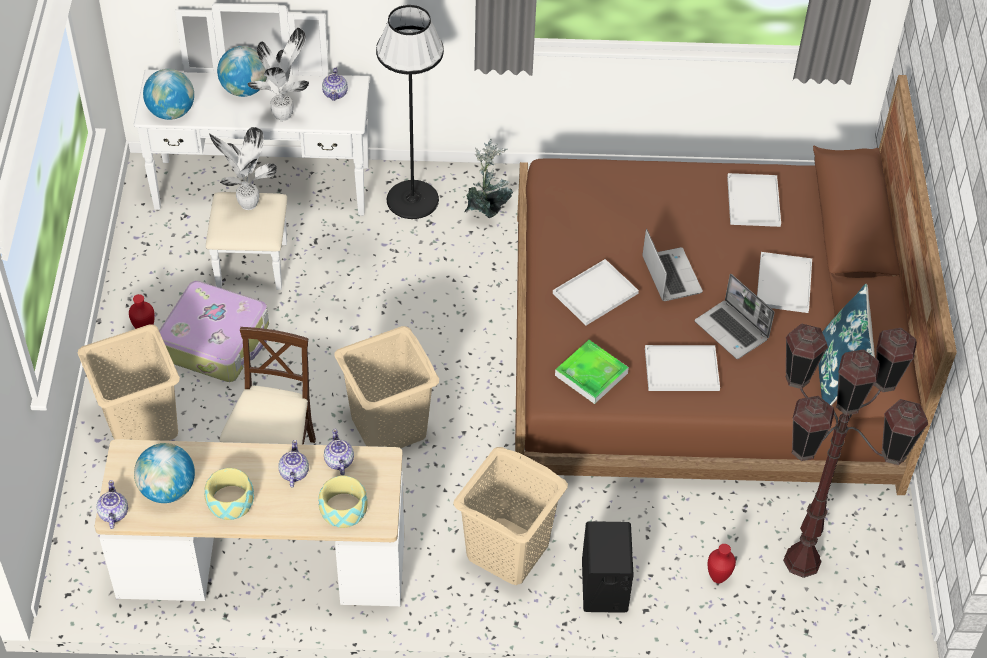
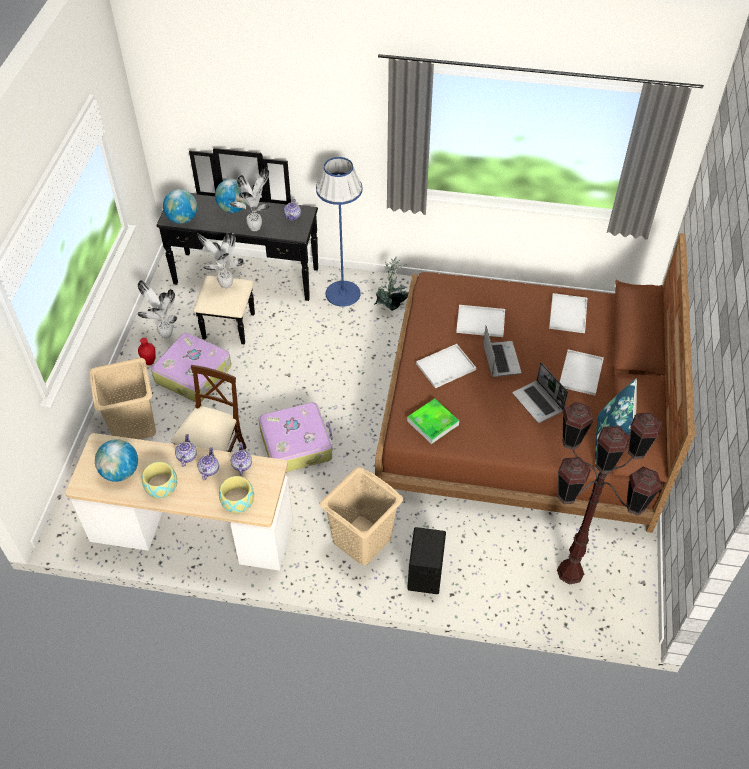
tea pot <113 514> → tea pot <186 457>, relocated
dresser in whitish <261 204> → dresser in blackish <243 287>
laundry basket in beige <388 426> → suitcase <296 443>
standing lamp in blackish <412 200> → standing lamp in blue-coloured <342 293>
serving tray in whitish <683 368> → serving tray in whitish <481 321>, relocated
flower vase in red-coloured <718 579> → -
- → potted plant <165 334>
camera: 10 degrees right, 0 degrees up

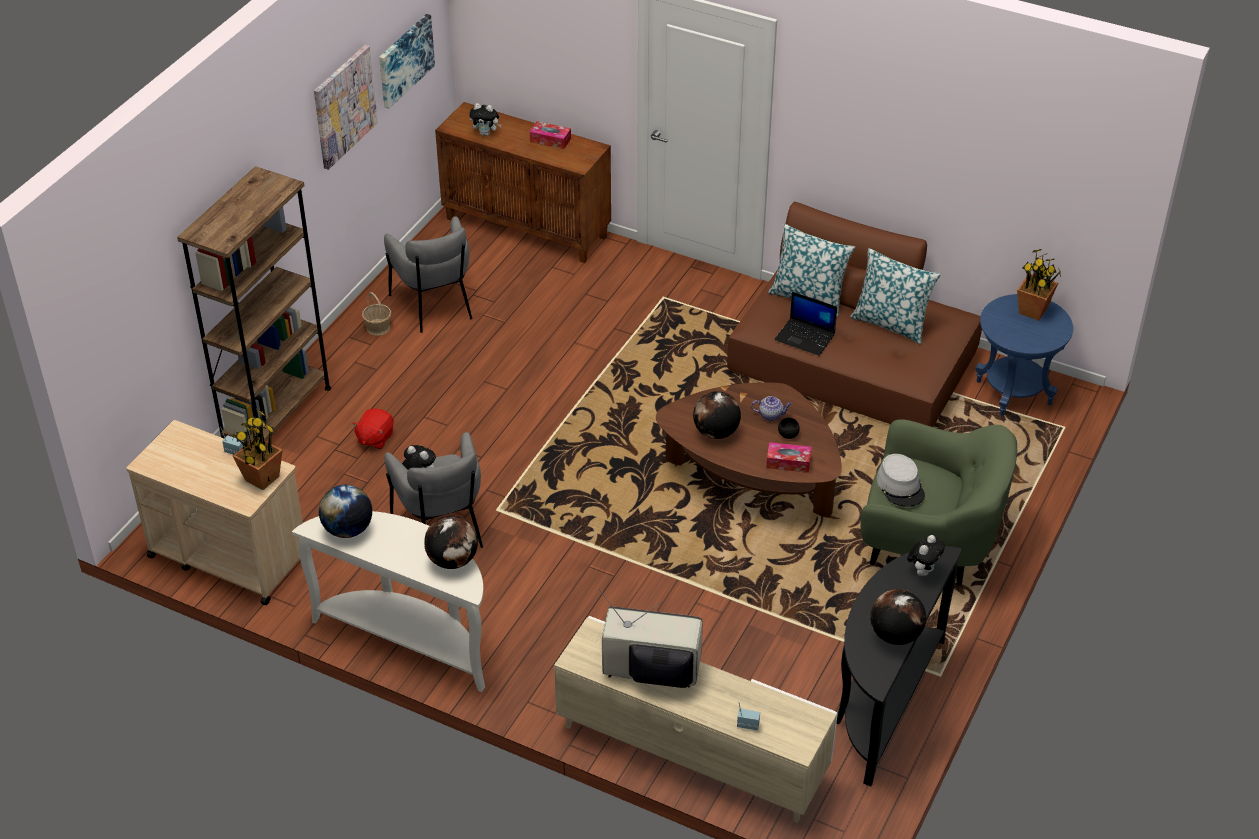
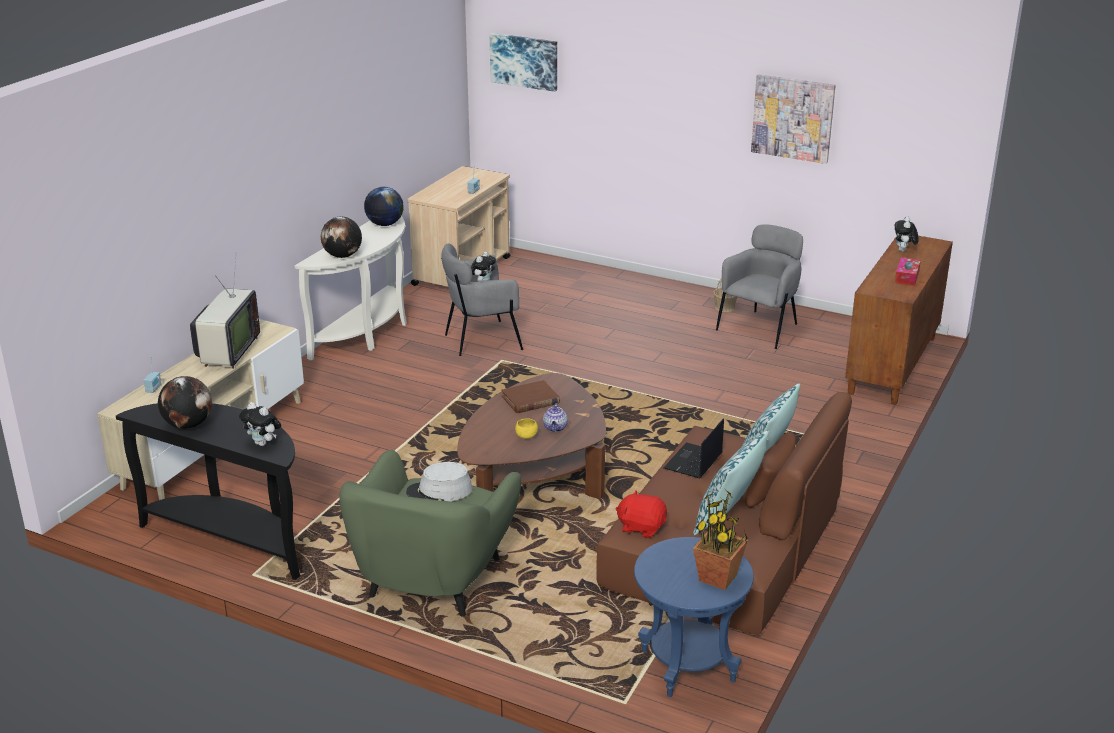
bookshelf in brown <276 415> → -
potted plant <261 478> → -
cuddly toy in red-coloured <375 438> → cuddly toy in red-coloured <641 527>, relocated
wall picture <404 60> → wall picture <524 61>, relocated
armchair in gray <435 305> → armchair in gray <760 328>, 150 degrees clockwise
world globe <716 433> → volume in brown <530 400>
tissue box <788 462> → -
bowl in blackish <788 435> → bowl in yellow <526 436>
camera: 90 degrees right, 15 degrees down

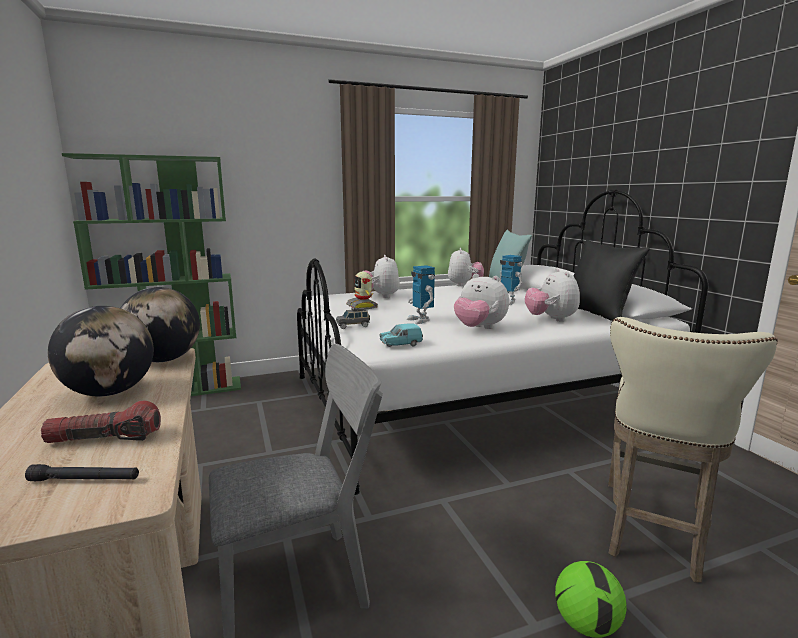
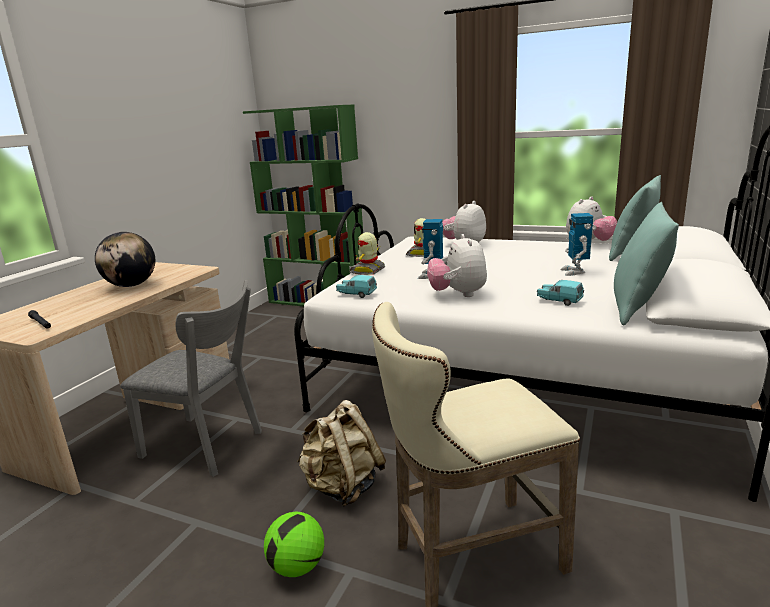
hand torch <105 438> → -
world globe <164 360> → -
miniature car in gray <353 326> → toy robot <368 270>
cuddly toy <550 319> → miniature car in turquoise <559 301>
cushion in blackish <598 315> → cushion in turquoise <638 308>
- → rucksack in beige <343 486>
camera: 45 degrees right, 5 degrees up

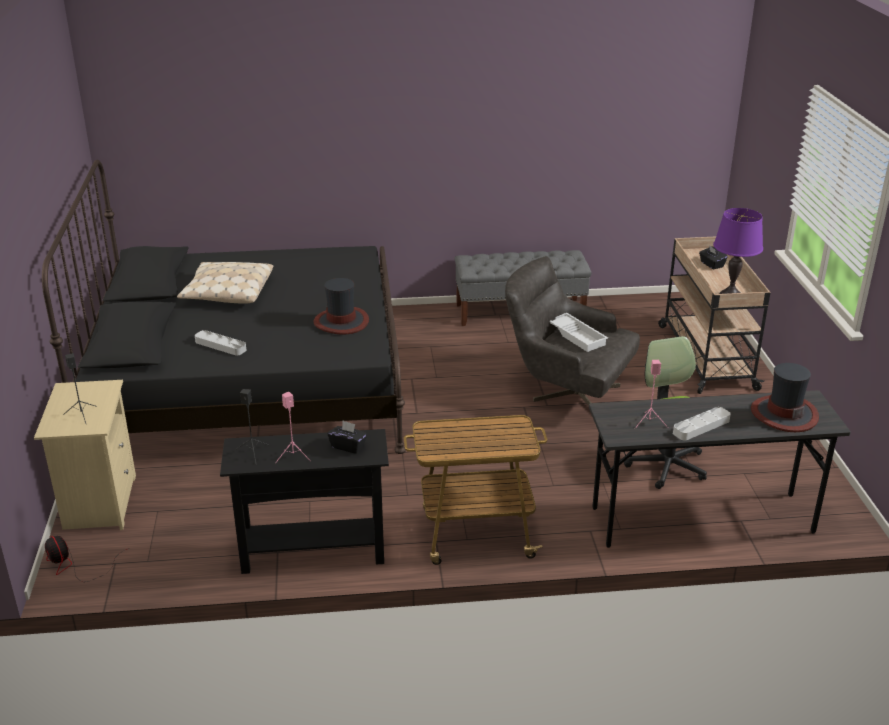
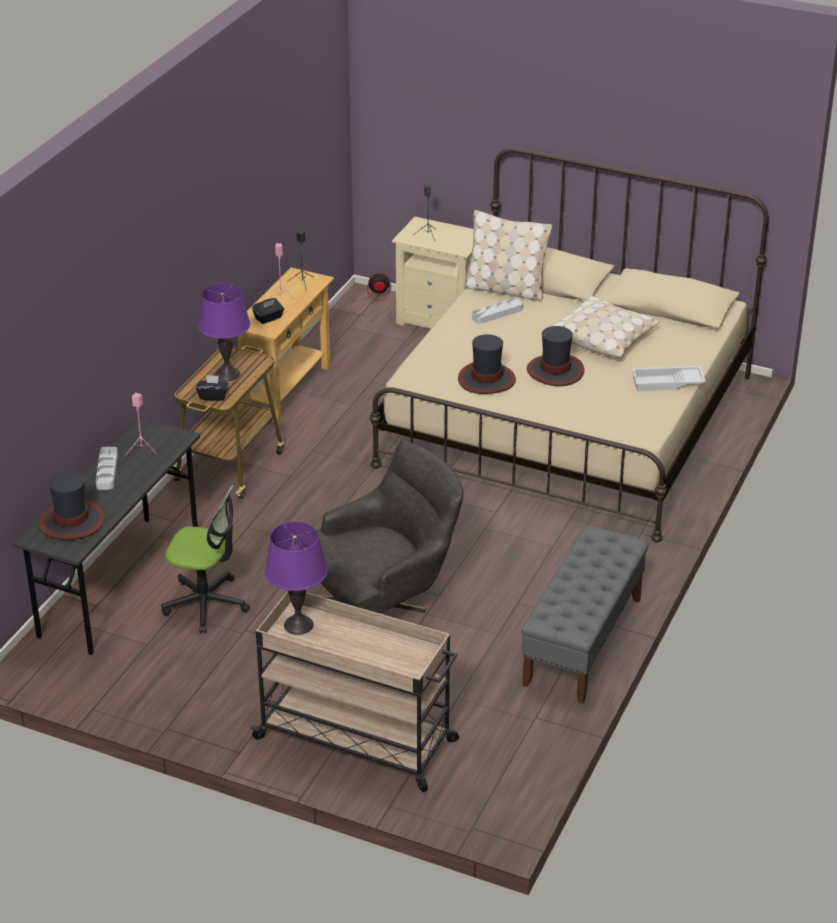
sleeping bed in blackish <250 383> → sleeping bed in beige <567 420>
narrow table in blackish <313 553> → narrow table in beige <287 390>
serving tray in whitish <577 336> → serving tray in whitish <667 383>, relocated
tissue box in blackish <711 264> → tissue box in blackish <213 396>, relocated
- → tabletop lamp in purple <227 374>
- → cushion in beige <505 289>
- → clothing hat <555 371>
camera: 120 degrees right, 5 degrees up

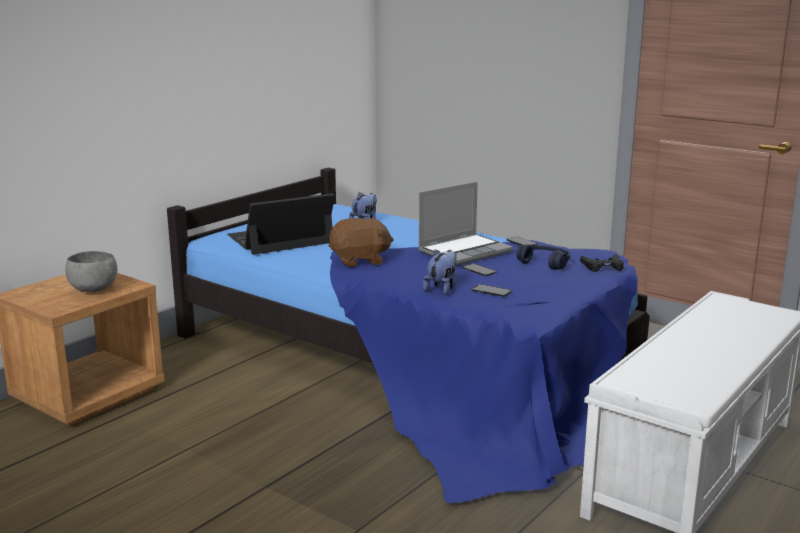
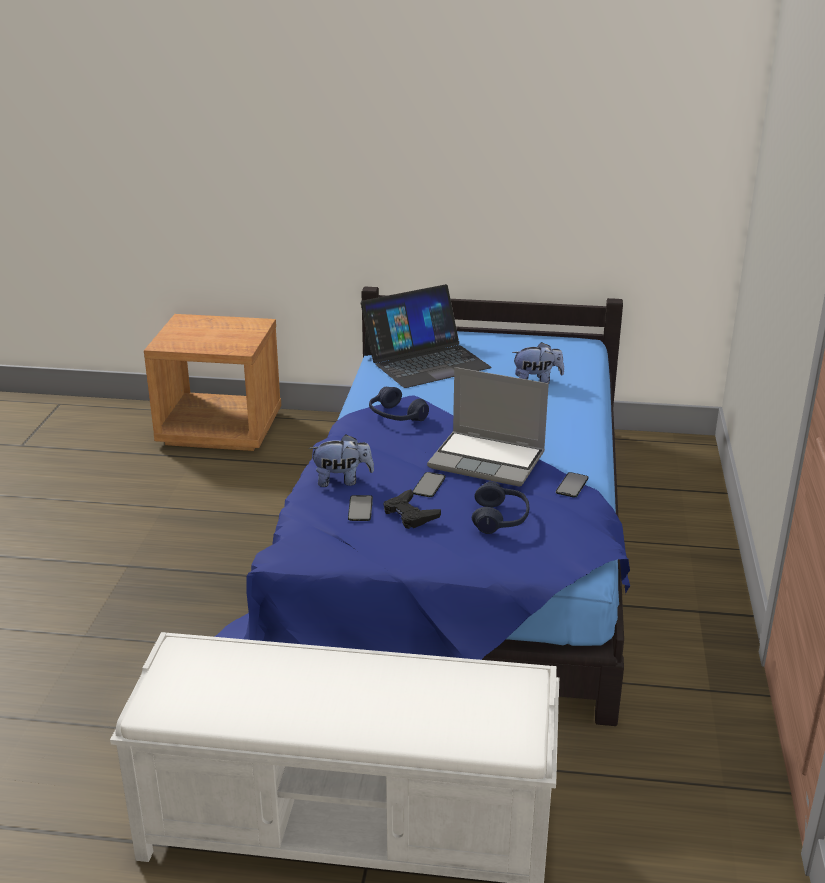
bowl in gray <93 289> → -
laptop <280 239> → laptop <425 361>, 120 degrees clockwise
cuddly toy in brown <360 261> → headset in blue-coloured <396 416>
gamepad in blackish <603 267> → gamepad in blackish <410 514>, relocated
camera: 60 degrees right, 10 degrees up

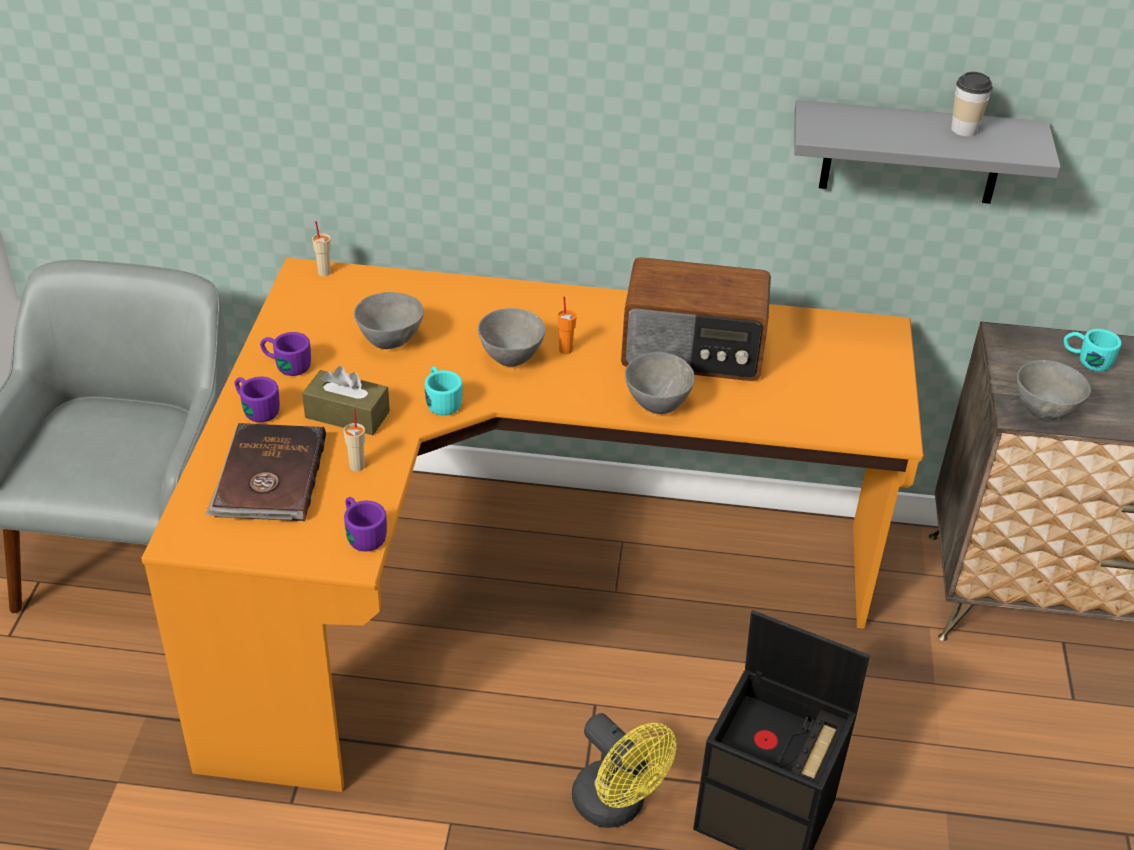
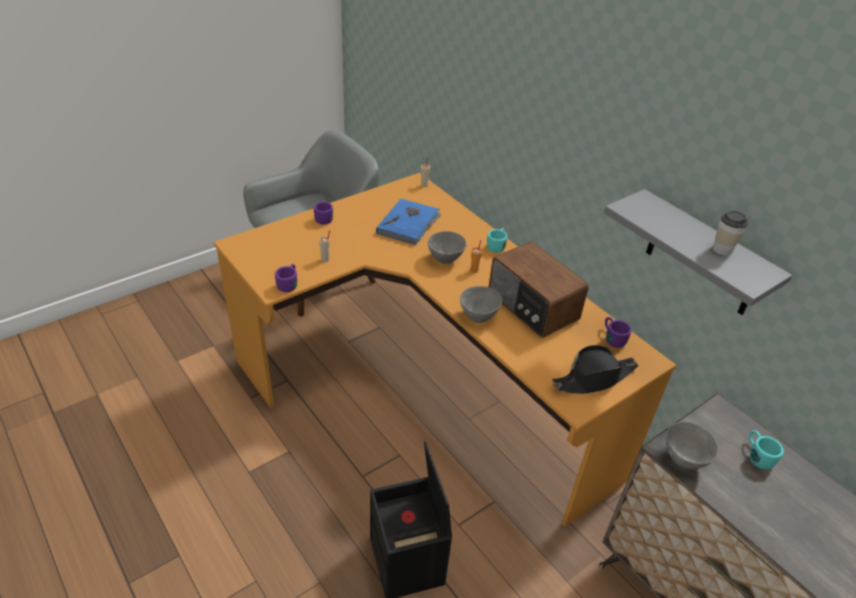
volume in brown <268 477> → -
coffee mug in purple <286 365> → coffee mug in purple <612 337>, relocated
tissue box in brown <347 415> → -
bowl in gray <390 341> → volume in blue-coloured <409 224>
coffee mug in turquoise <441 400> → coffee mug in turquoise <497 245>, relocated
fan in yellow <617 806> → -
- → clothing hat in blackish <594 378>
camera: 45 degrees right, 0 degrees up

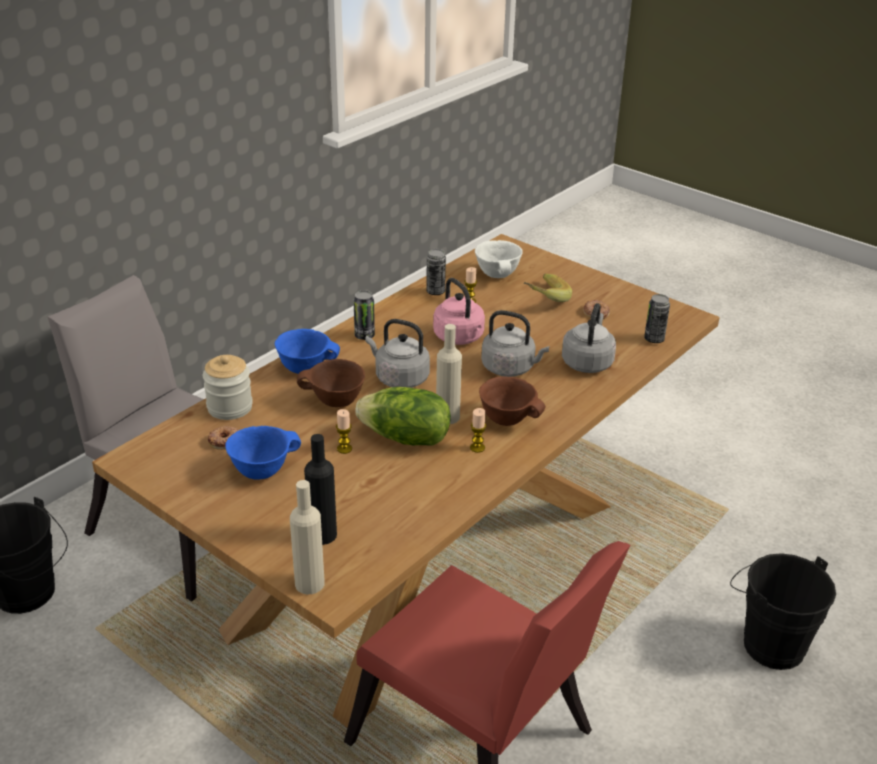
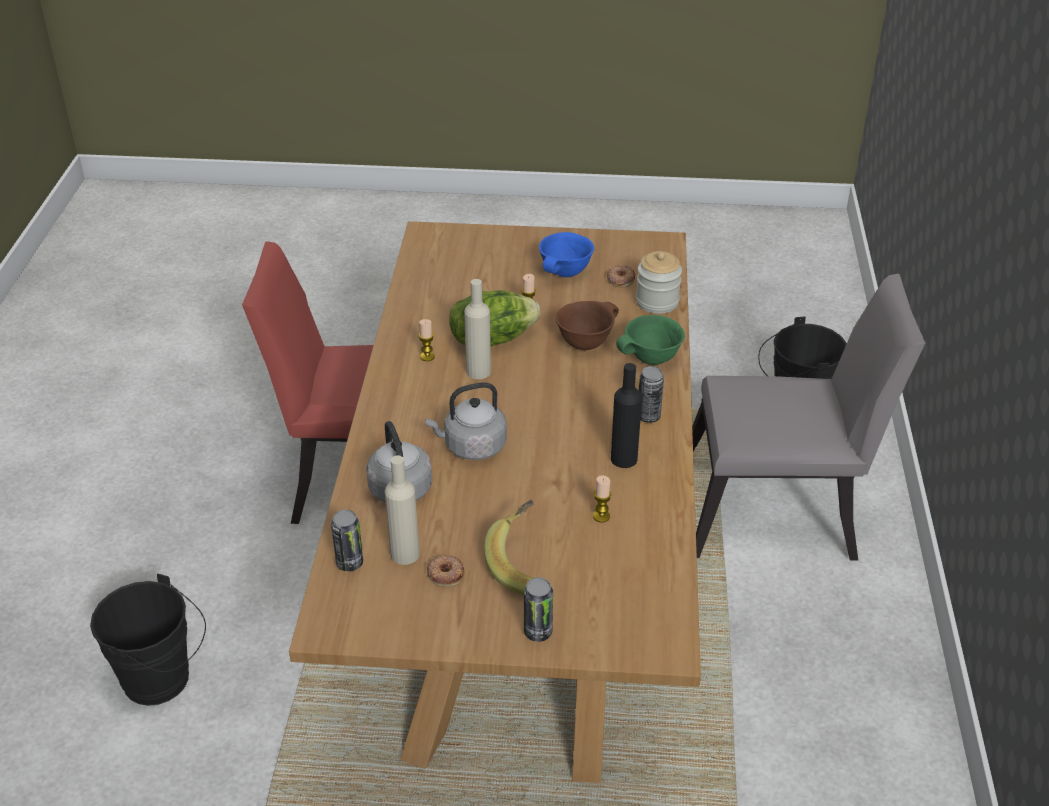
bowl in blue-coloured <305 368> → bowl in green-coloured <651 359>
bottle in beige <309 583> → bottle in beige <405 554>, relocated
bottle in blackish <322 535> → bottle in blackish <624 459>, relocated
tea kettle in gray <399 378> → -
sealed can <435 292> → sealed can <538 632>, relocated
tea kettle in pink-coloured <460 338> → -
bowl in whitish <498 275> → -
bowl in brown <508 419> → -
camera: 145 degrees right, 5 degrees up

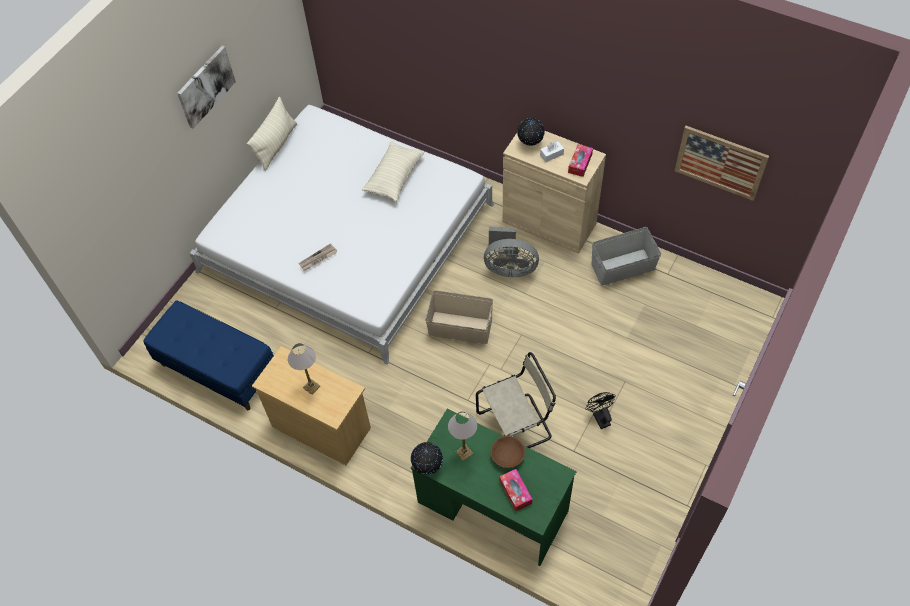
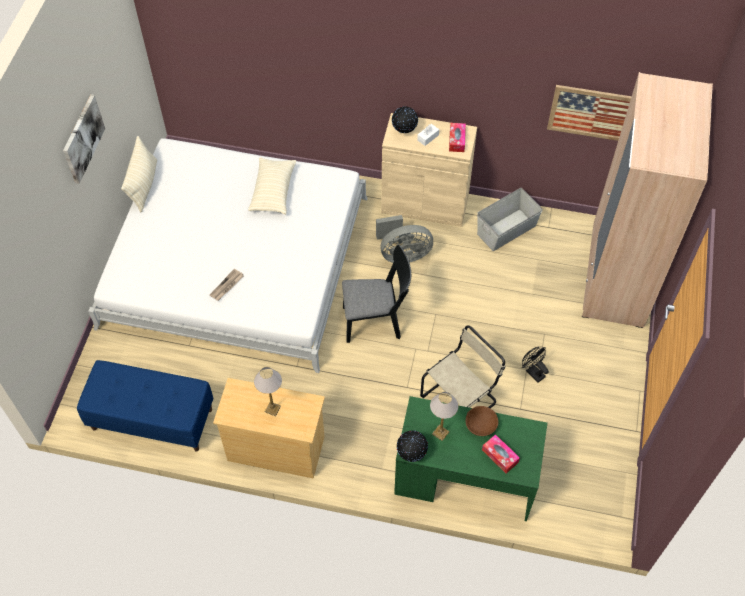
storage bin in beige <460 328> → plain chair in blackish <376 321>
- → wardrobe in beige <616 278>
camera: 20 degrees left, 0 degrees up

